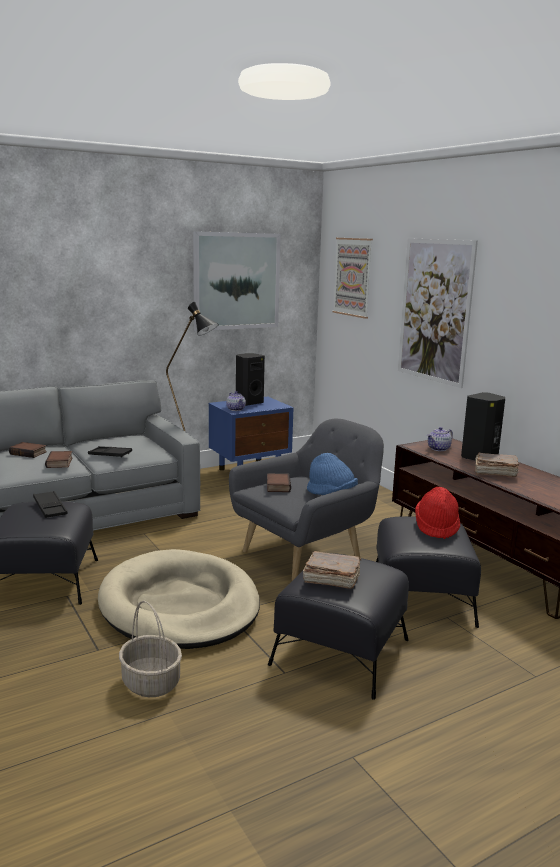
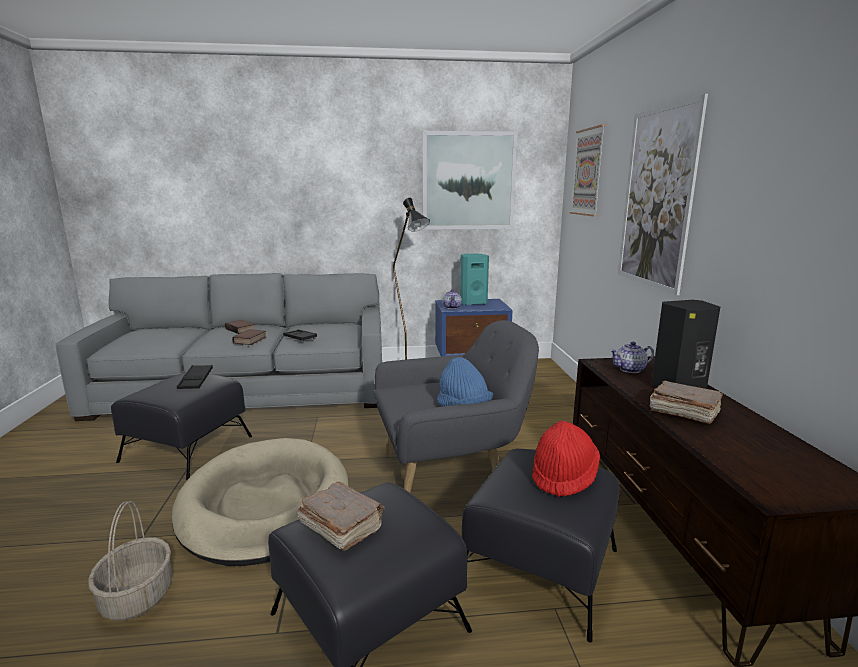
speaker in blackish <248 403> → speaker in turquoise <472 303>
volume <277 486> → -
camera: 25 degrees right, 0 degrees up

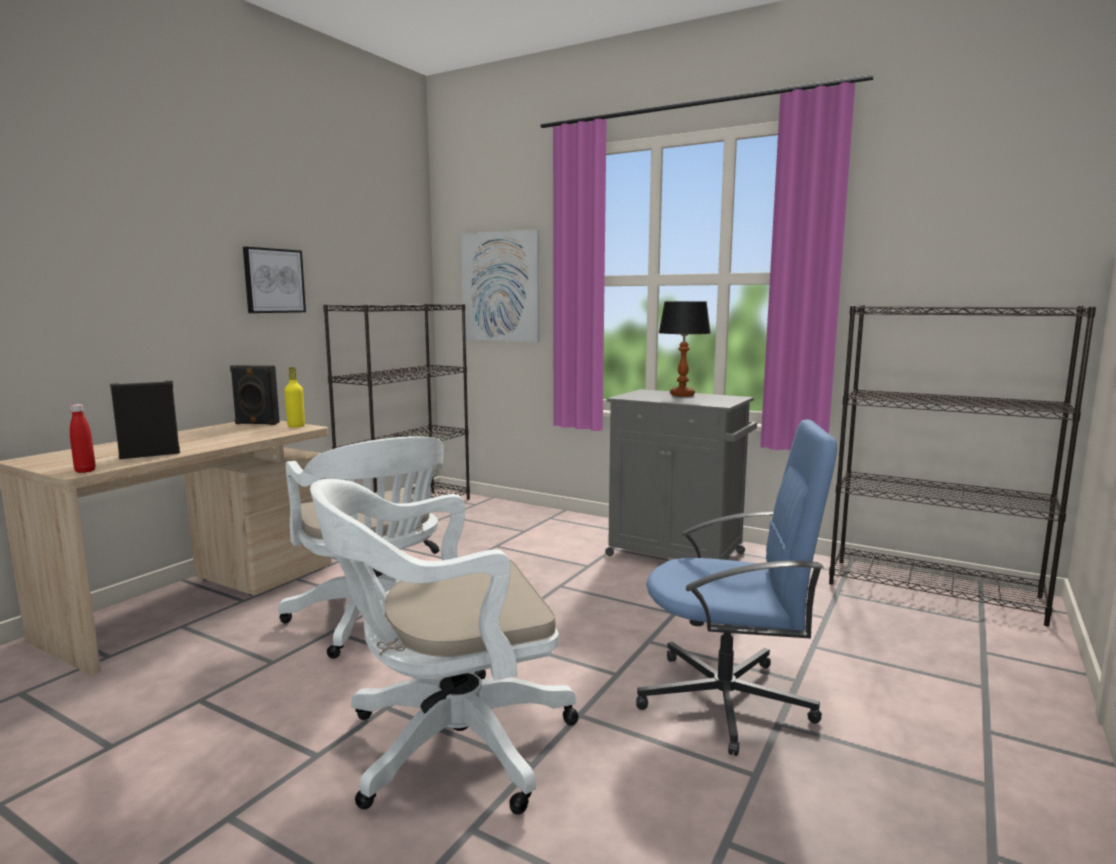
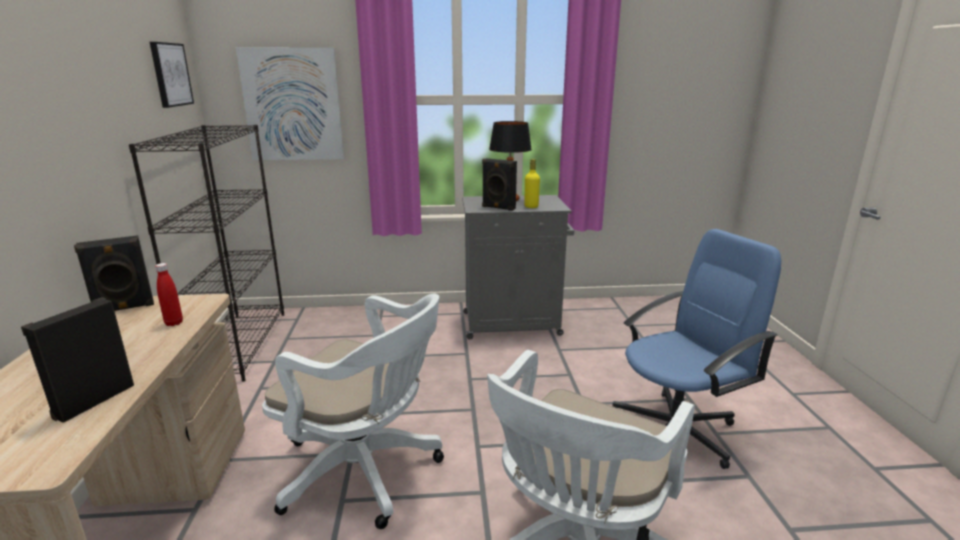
bottle in red-coloured <85 471> → bottle in red-coloured <174 323>, relocated
wall picture <273 281> → wall picture <170 74>, relocated
bottle in yellow <296 426> → bottle in yellow <531 207>, relocated
bookshelf in blackish <934 590> → -
- → speaker in blackish <498 208>
camera: 35 degrees left, 10 degrees up

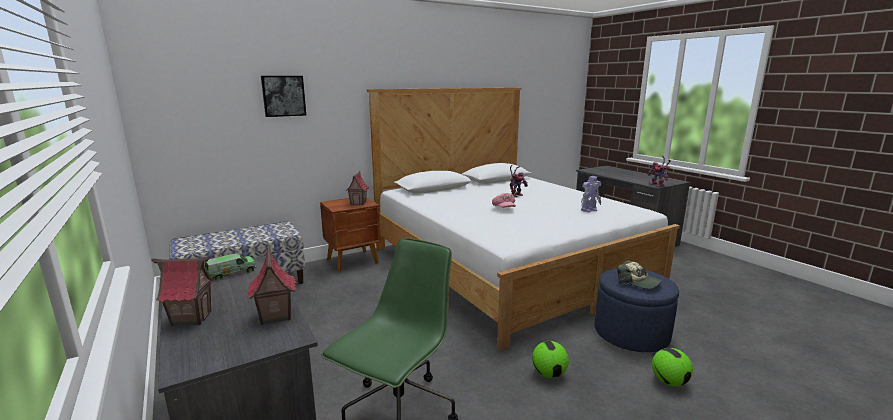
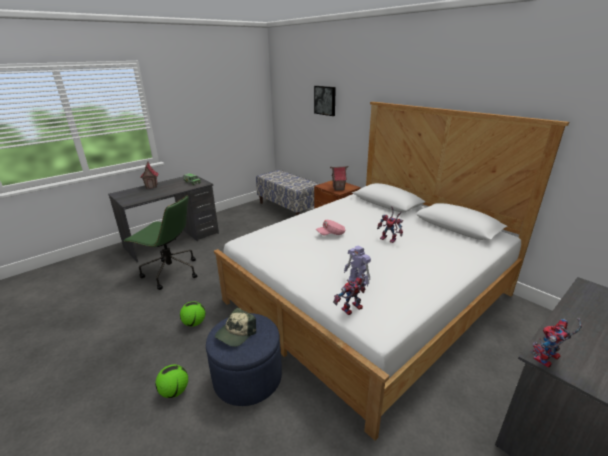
model house <275 316> → -
- → toy robot <351 310>
camera: 80 degrees right, 10 degrees up

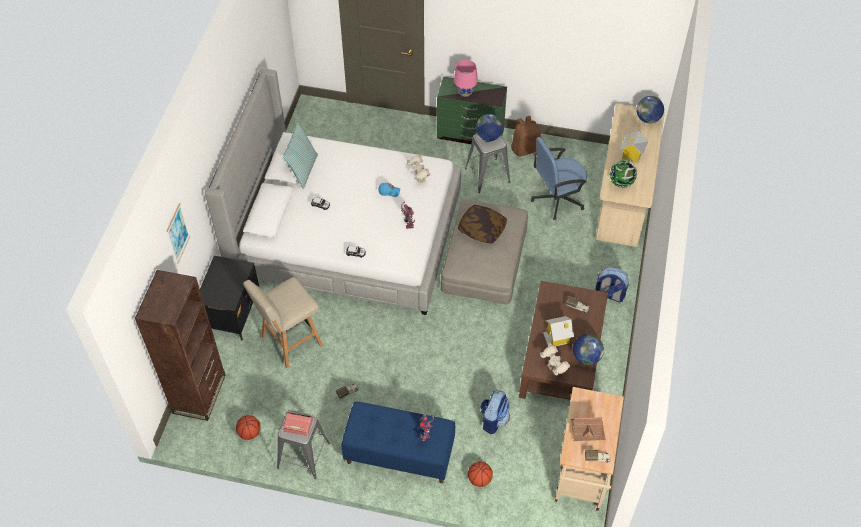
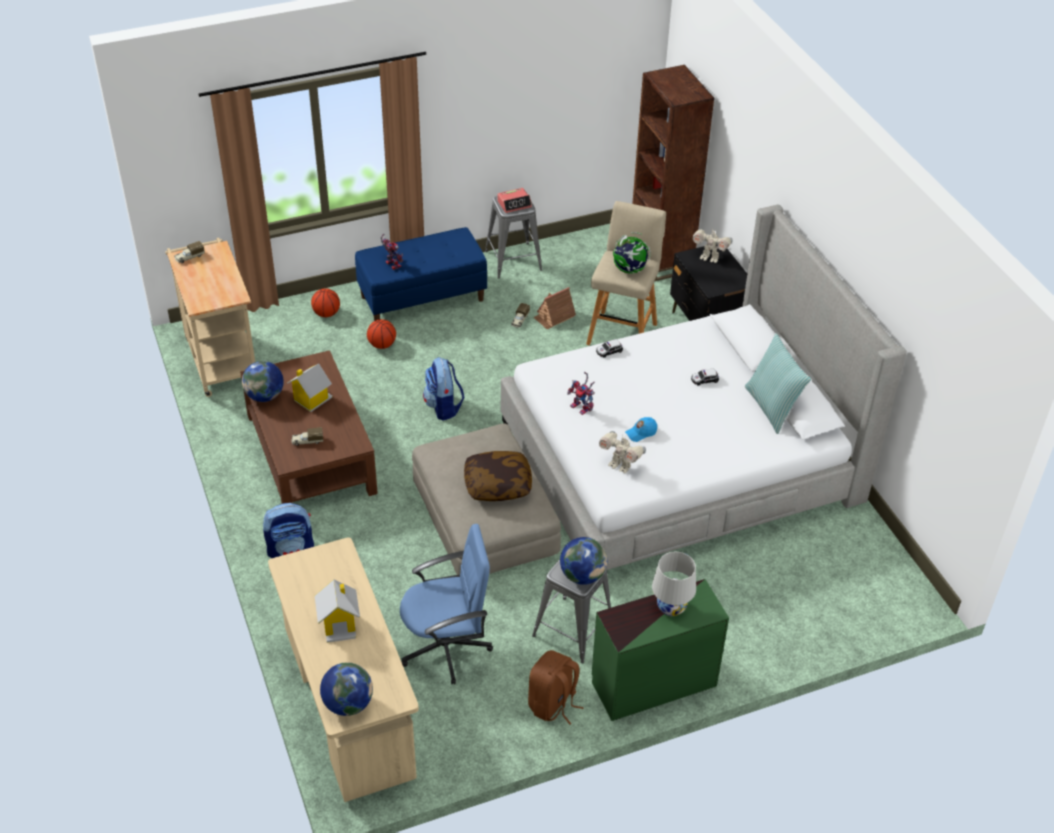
wall picture <177 233> → -
basketball <249 433> → basketball <382 345>, relocated
tabletop lamp in pink-coloured <465 92> → tabletop lamp in whitish <671 607>
rucksack <493 420> → rucksack <444 407>, relocated
computer chair in blue-coloured <557 199> → computer chair in blue-coloured <446 646>, 45 degrees clockwise
toy robot <553 370> → toy robot <709 258>, relocated
model house <587 431> → model house <554 317>, relocated
world globe <621 182> → world globe <629 270>, relocated
camera: 145 degrees right, 10 degrees down

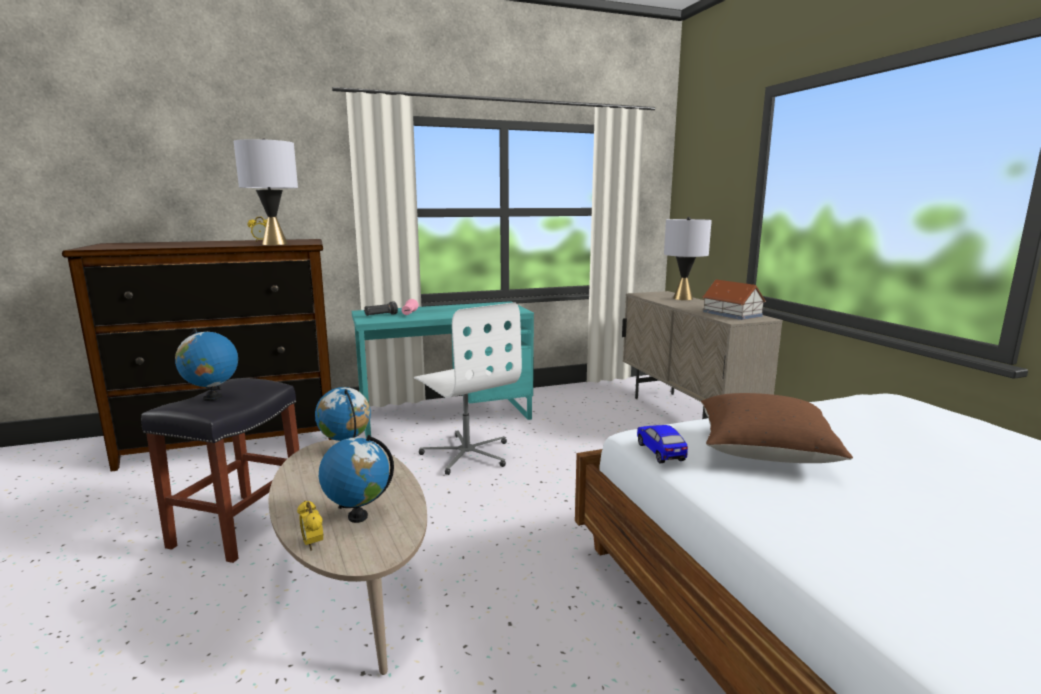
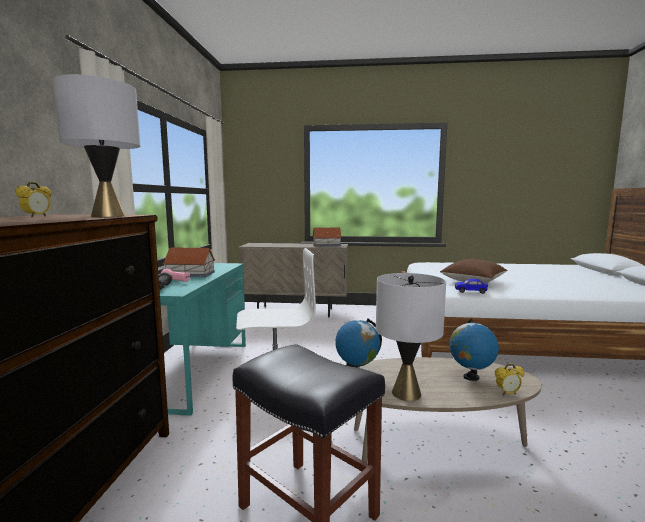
world globe <212 398> → -
tabletop lamp in gray <682 298> → tabletop lamp in gray <406 393>, relocated
- → model house <191 274>
camera: 65 degrees left, 5 degrees down

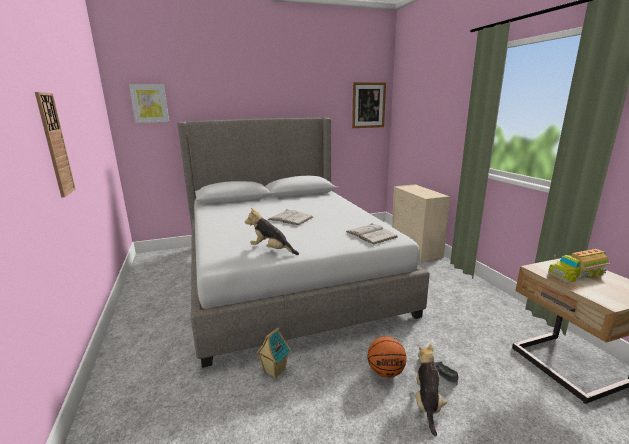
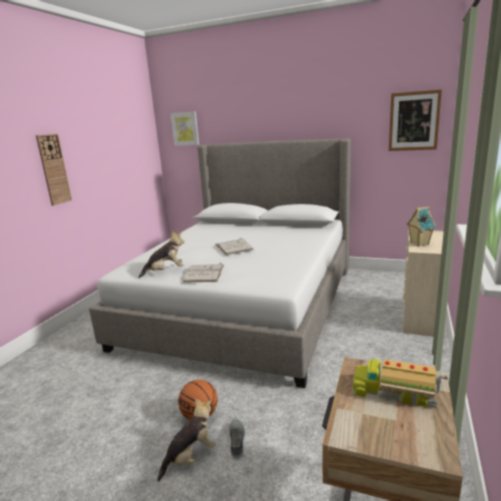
cuddly toy <271 250> → cuddly toy <165 272>, 90 degrees clockwise
model house <274 371> → model house <419 244>, relocated
volume in whitish <371 234> → volume in whitish <204 273>, relocated
camera: 40 degrees right, 0 degrees up

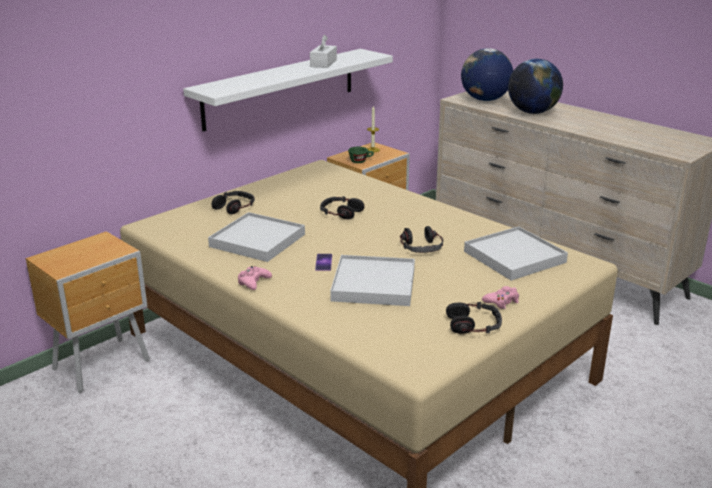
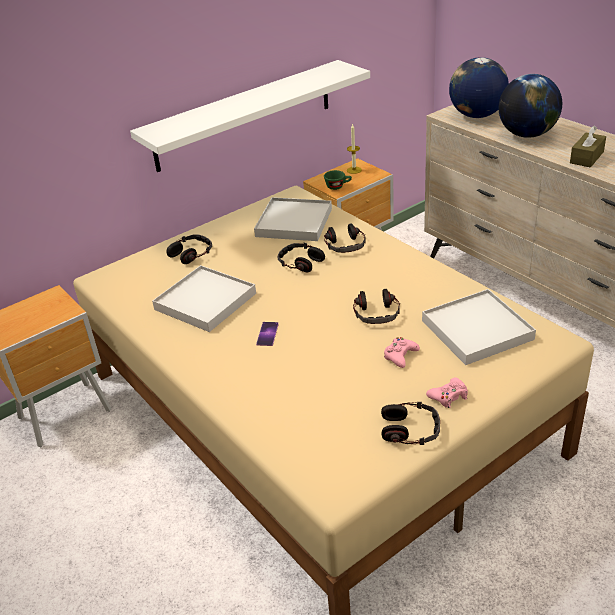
gamepad in pink-coloured <253 282> → gamepad in pink-coloured <400 356>, relocated
tissue box in whitish <323 63> → -
serving tray in whitish <373 284> → serving tray in whitish <294 223>, relocated
- → headset <345 245>
- → tissue box in brown <586 157>
camera: 10 degrees right, 10 degrees up

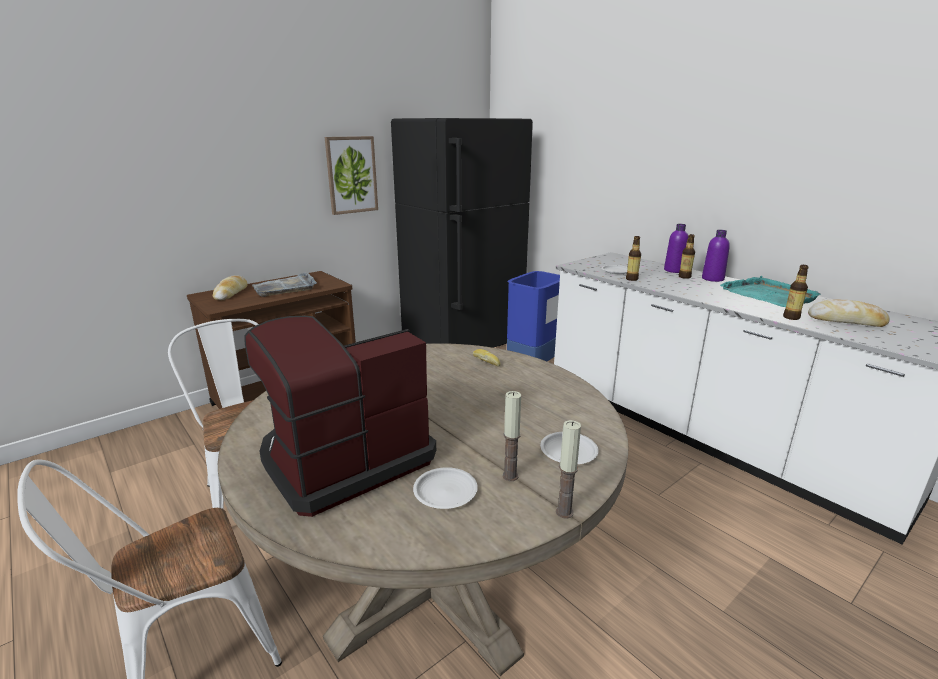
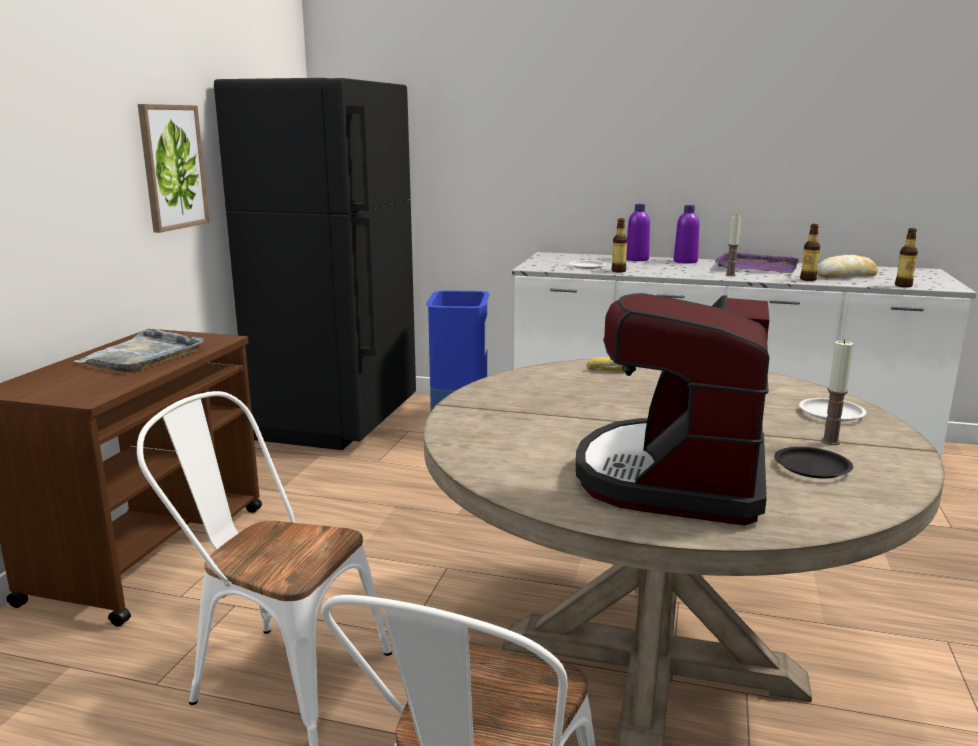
baked bread <231 293> → -
flat dish in whitish <445 492> → flat dish in blackish <811 467>
candle <564 512> → candle <730 275>, relocated
bottle <684 277> → bottle <903 286>, relocated
serving tray in turquoise <768 295> → serving tray in purple <756 267>
camera: 35 degrees left, 5 degrees down

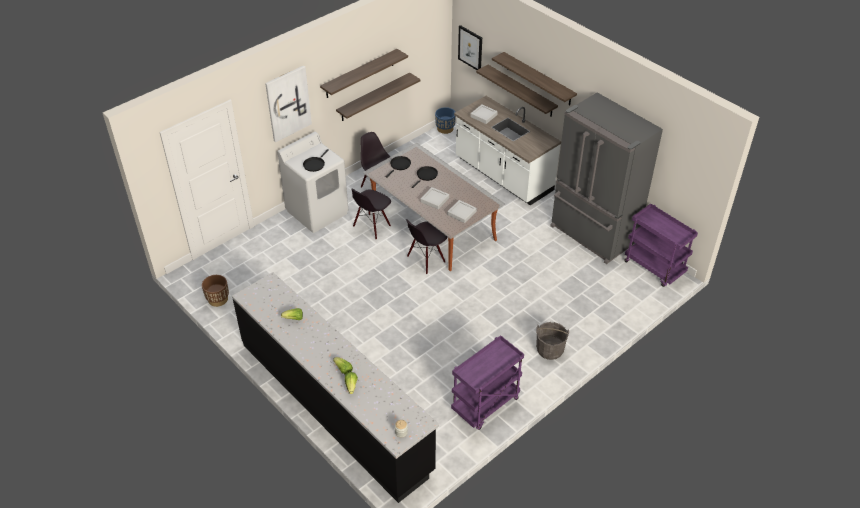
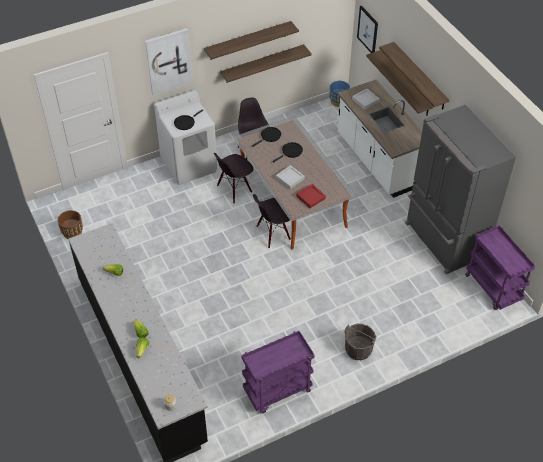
serving tray in gray <461 213> → serving tray in red-coloured <310 197>
camera: 15 degrees right, 5 degrees up

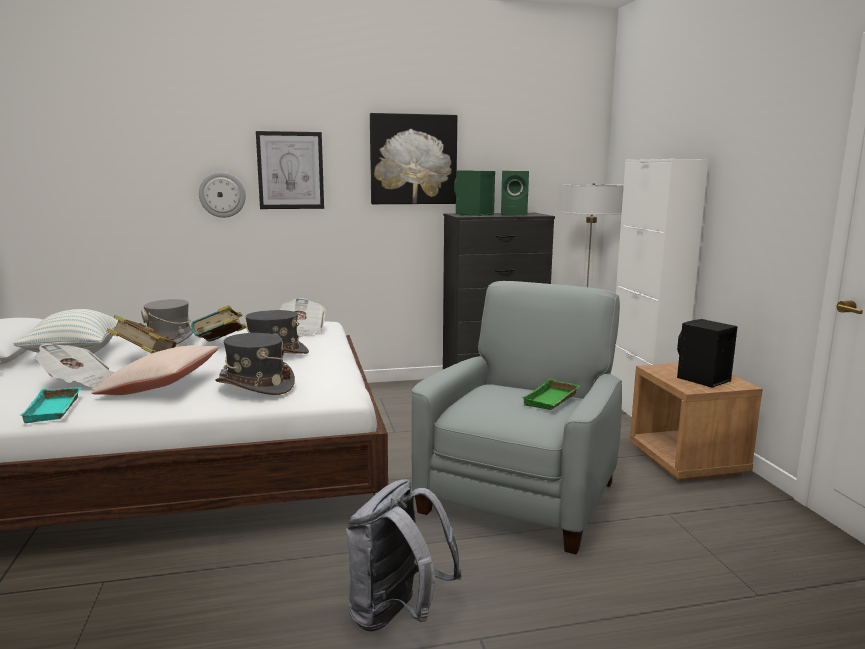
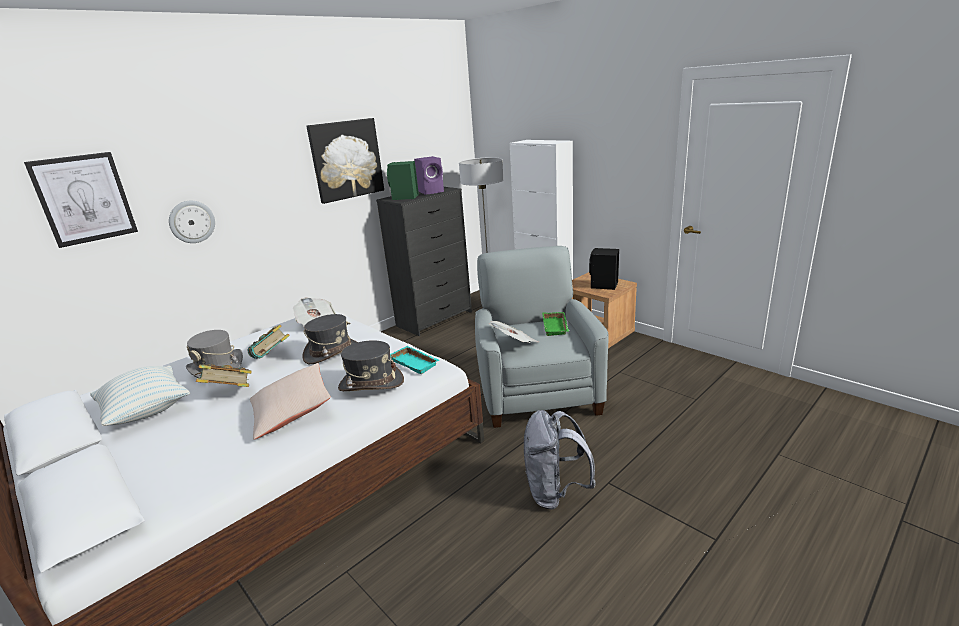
serving tray in turquoise <55 410> → serving tray in turquoise <415 363>, relocated
newspaper <78 383> → newspaper <514 344>, relocated
wall picture <290 170> → wall picture <84 199>, relocated
speaker in green-coloured <515 214> → speaker in purple <432 191>
camera: 30 degrees left, 10 degrees up

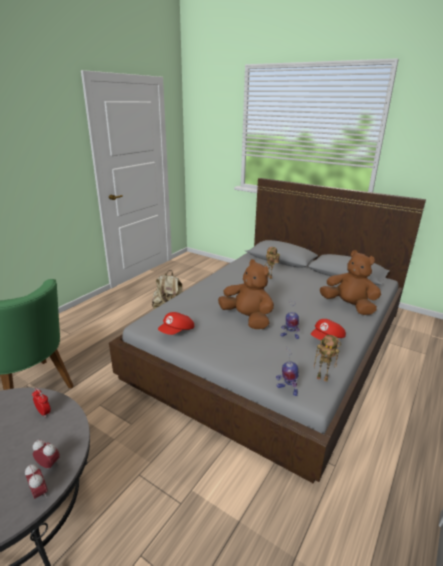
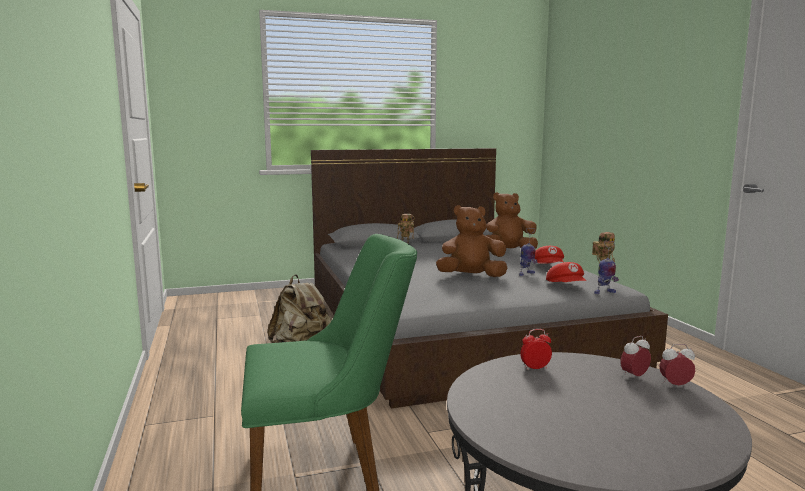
cap in red-coloured <177 331> → cap in red-coloured <566 286>, relocated
camera: 50 degrees left, 15 degrees down

